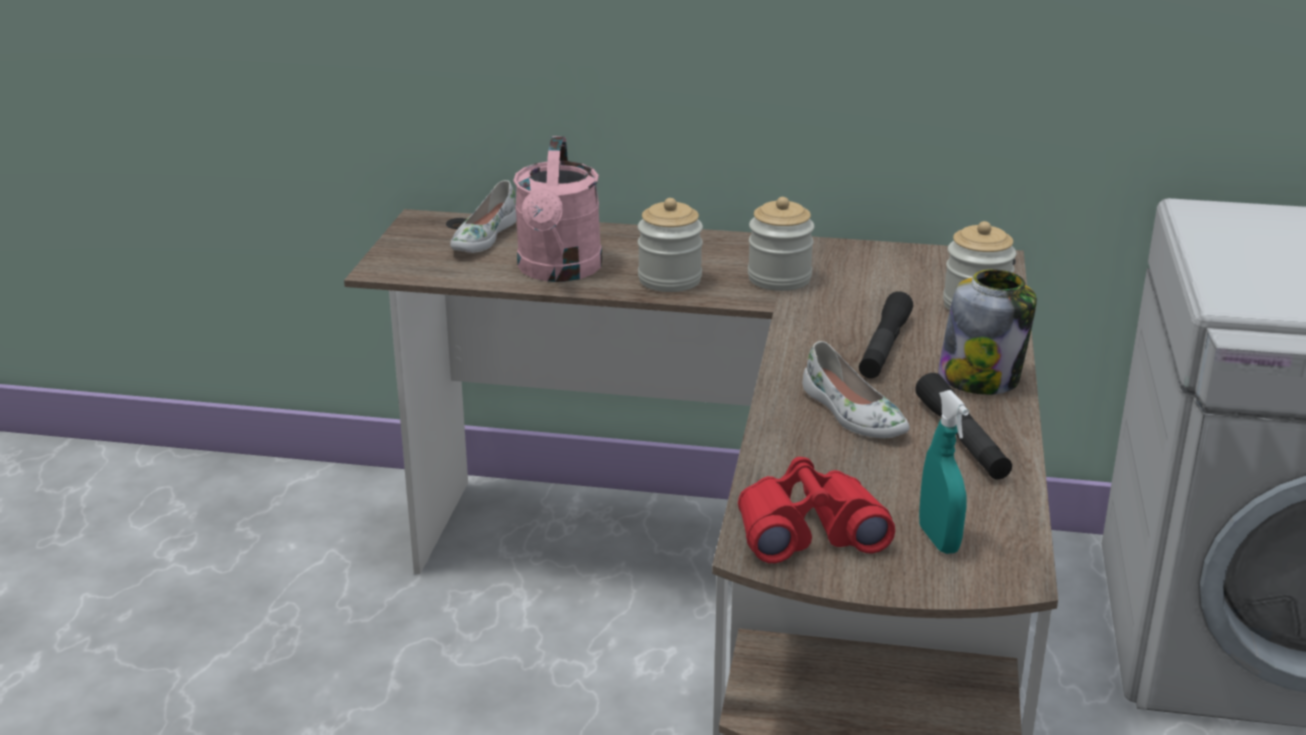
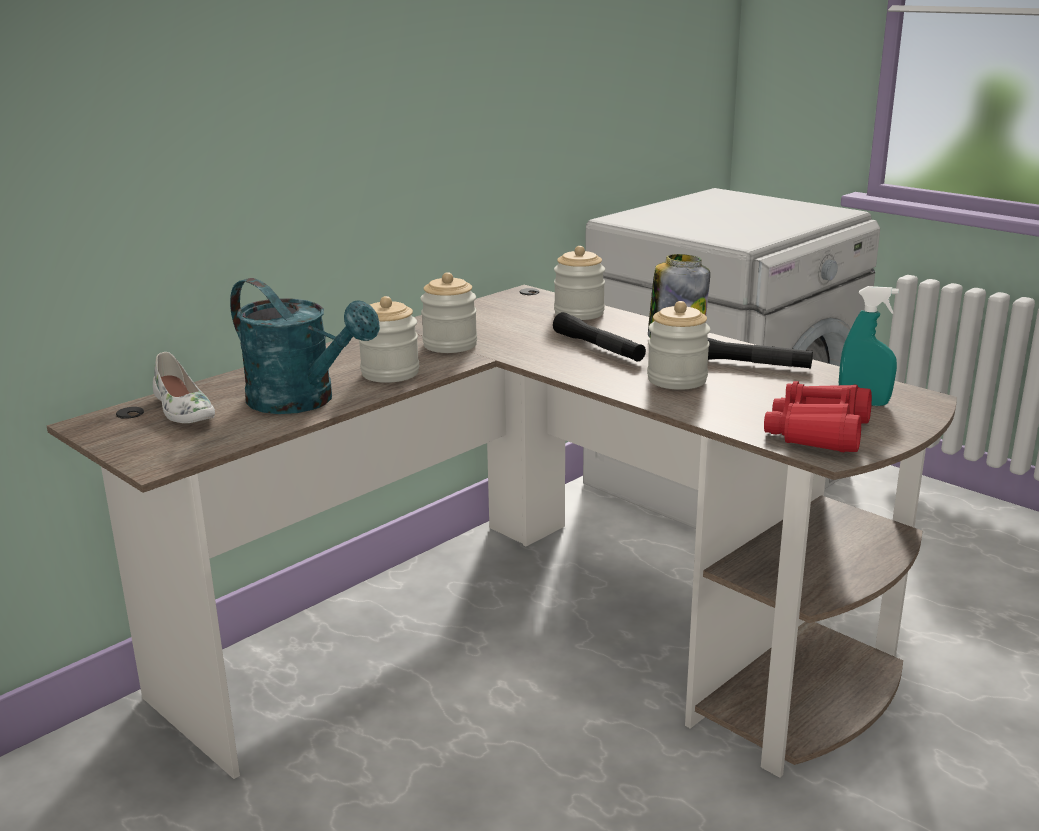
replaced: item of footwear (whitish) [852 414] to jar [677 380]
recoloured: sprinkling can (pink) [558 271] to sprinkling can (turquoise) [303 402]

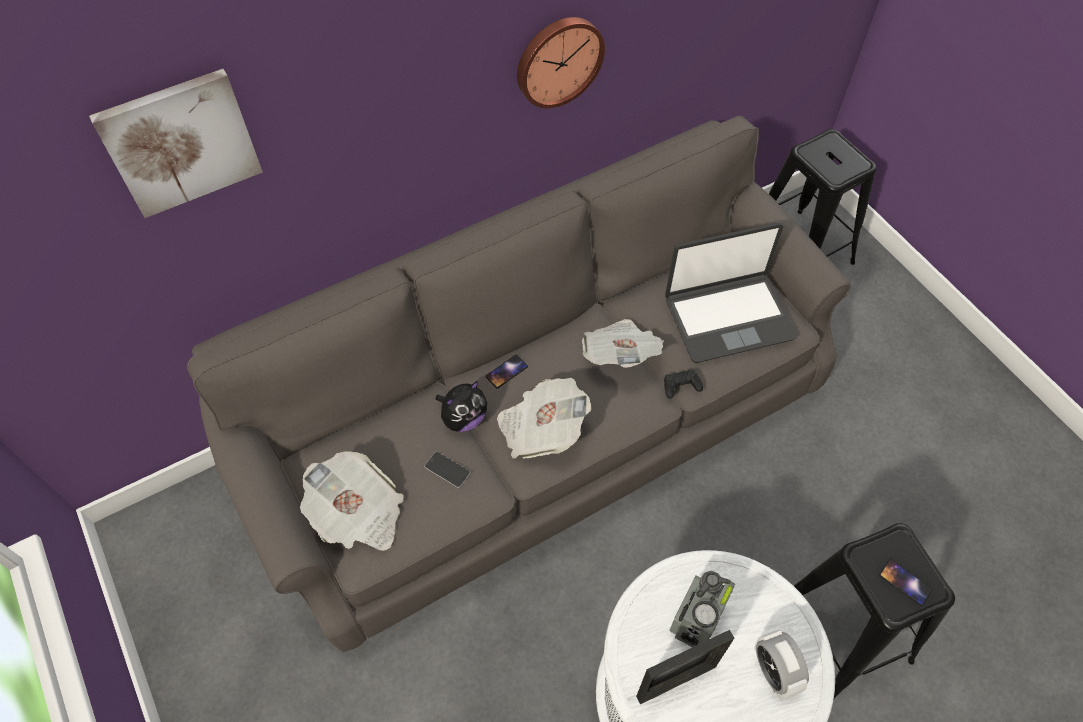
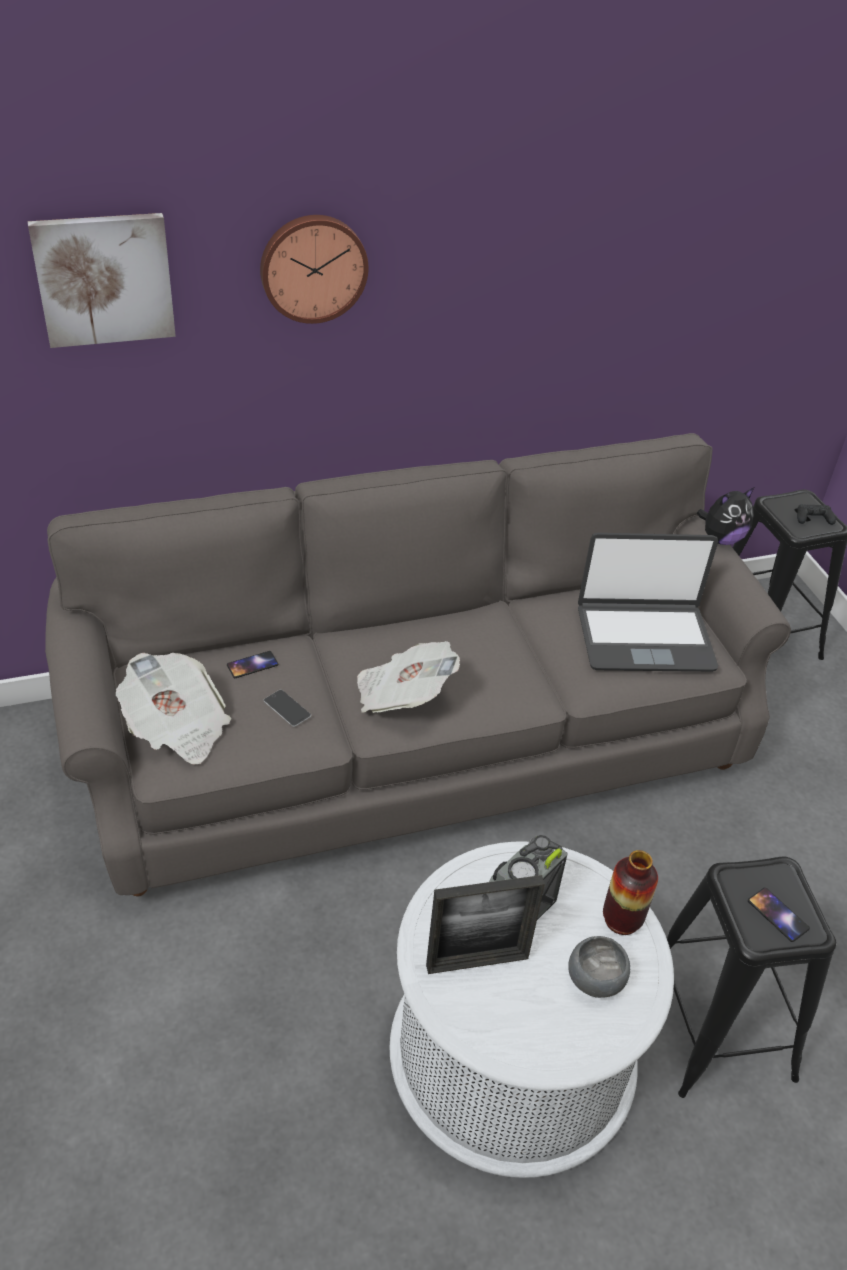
removed: printed paper [620 355]
added: flower vase [621 920]
moved: hanging clock [558 60] to [313 267]; phone [506 371] to [252 665]; joypad (black) [681 386] to [813 518]; cuddly toy [464 418] to [721 539]
replaced: bedside clock [773 672] to deep dish (gray) [596 981]

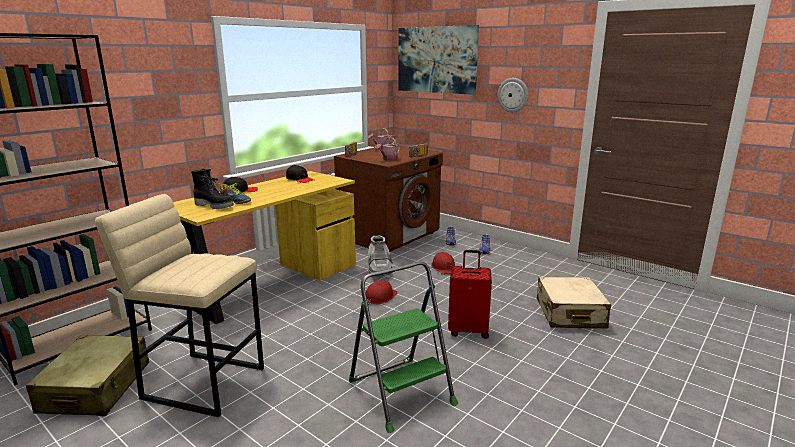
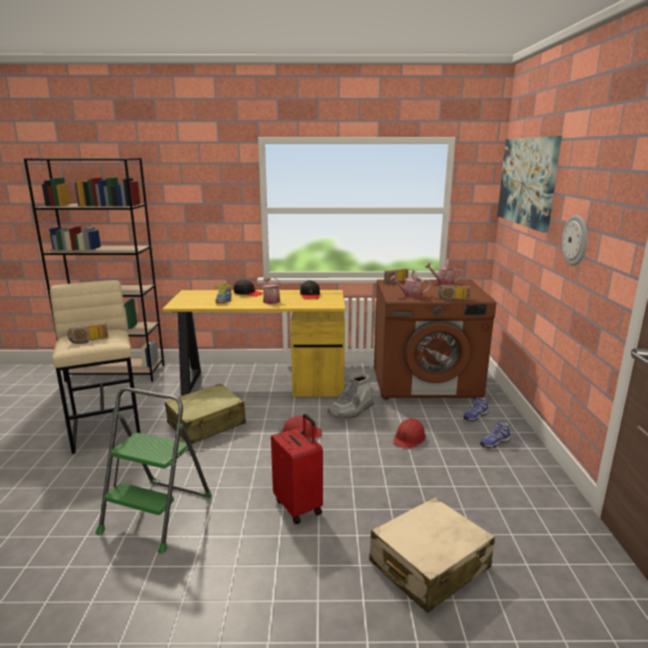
removed: high-top boot (black) [215 206]
added: sprinkling can [271 300]; radio set [89 341]
moved: piece of luggage (sand-coloured) [96 387] to [207 424]

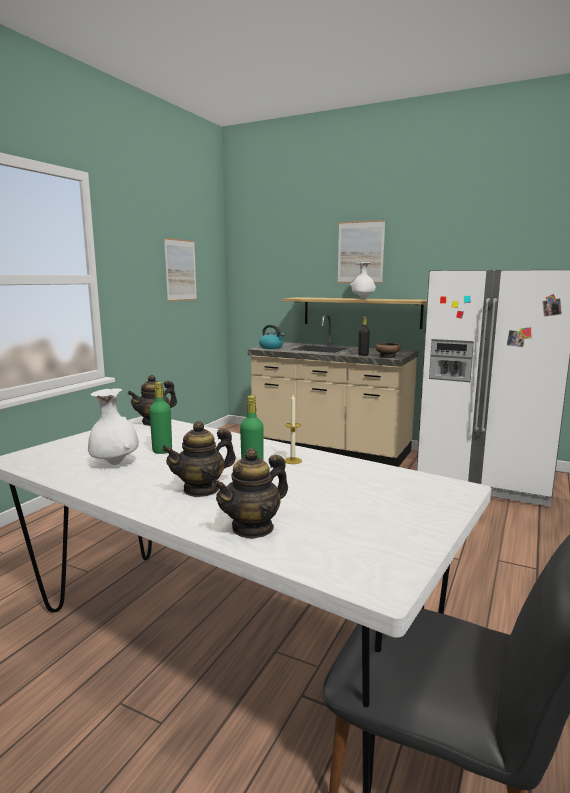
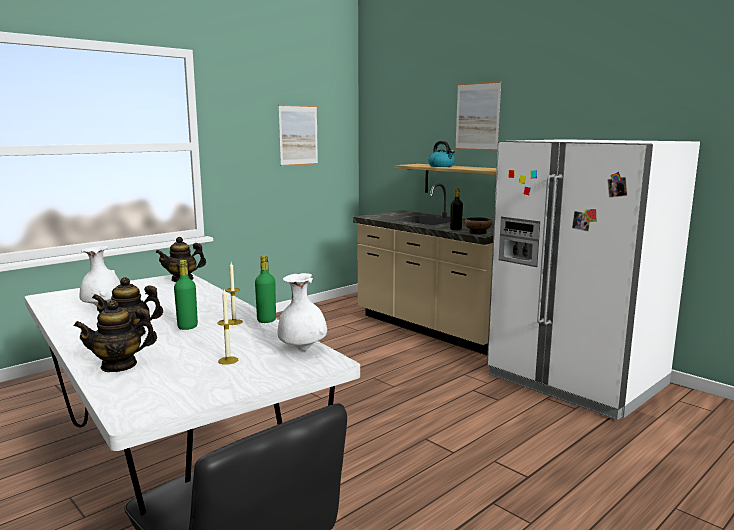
added: wax light [228 360]
moved: flower vase (whitish) [363 298] to [302 350]; tea kettle [271 347] to [441 166]; beverage bottle (greenish) [162 451] to [266 320]

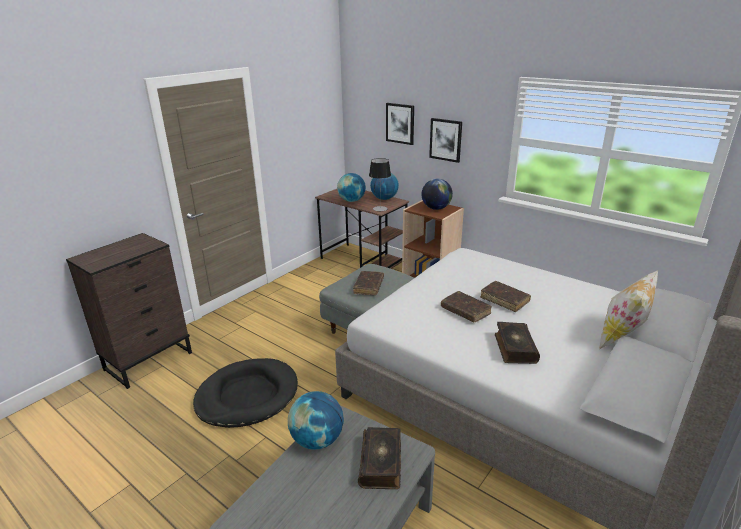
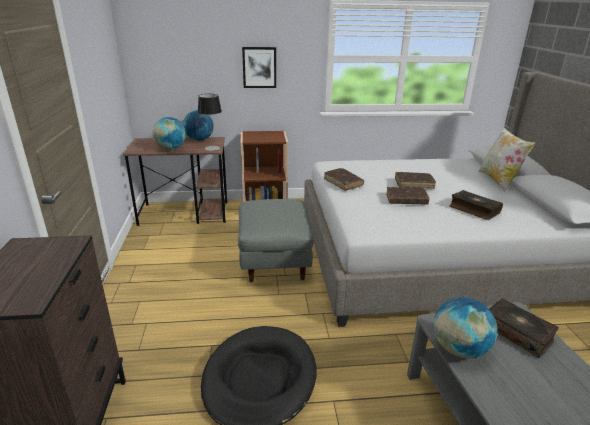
removed: wall picture [400 123]; globe [436 208]
moved: volume (brownish) [368 287] to [343 183]

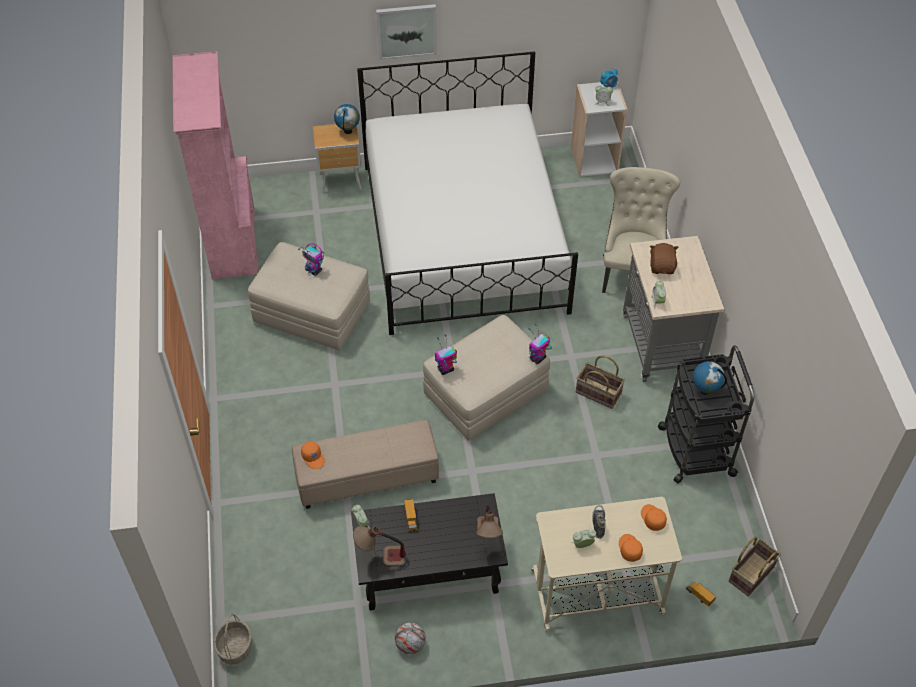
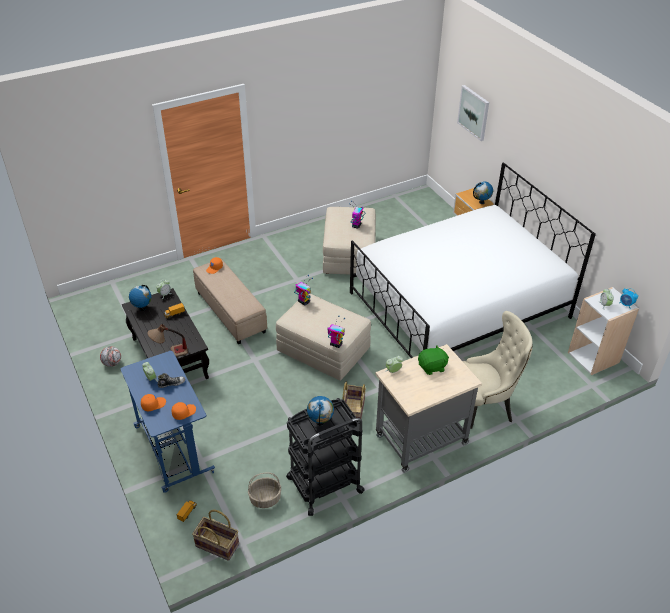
removed: bookshelf (pink) [232 242]
moved: wall picture [406 31] to [474 112]; storage basket [235 648] to [265 499]
replaced: tabletop lamp [381 557] to globe [142 308]
recoloured: cuddly toy (brownish) [662 267] to cuddly toy (greenish) [432 367]; desk table (sand-coloured) [597 593] to desk table (blue) [173 449]

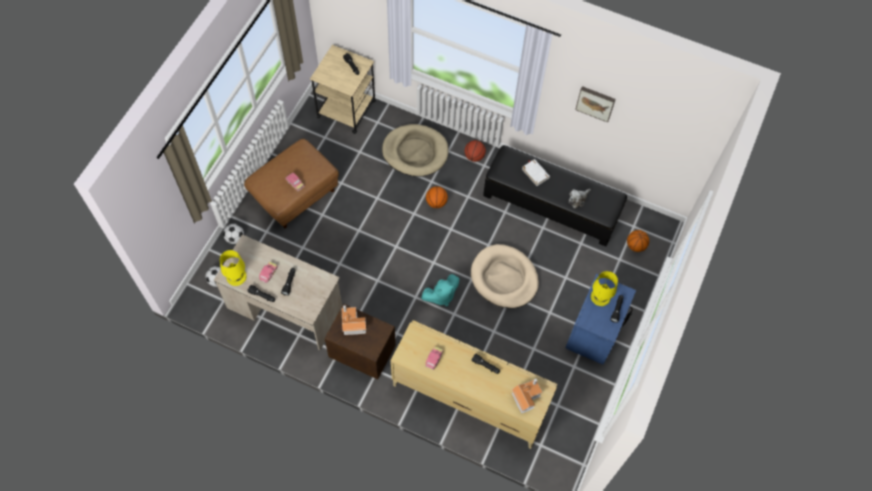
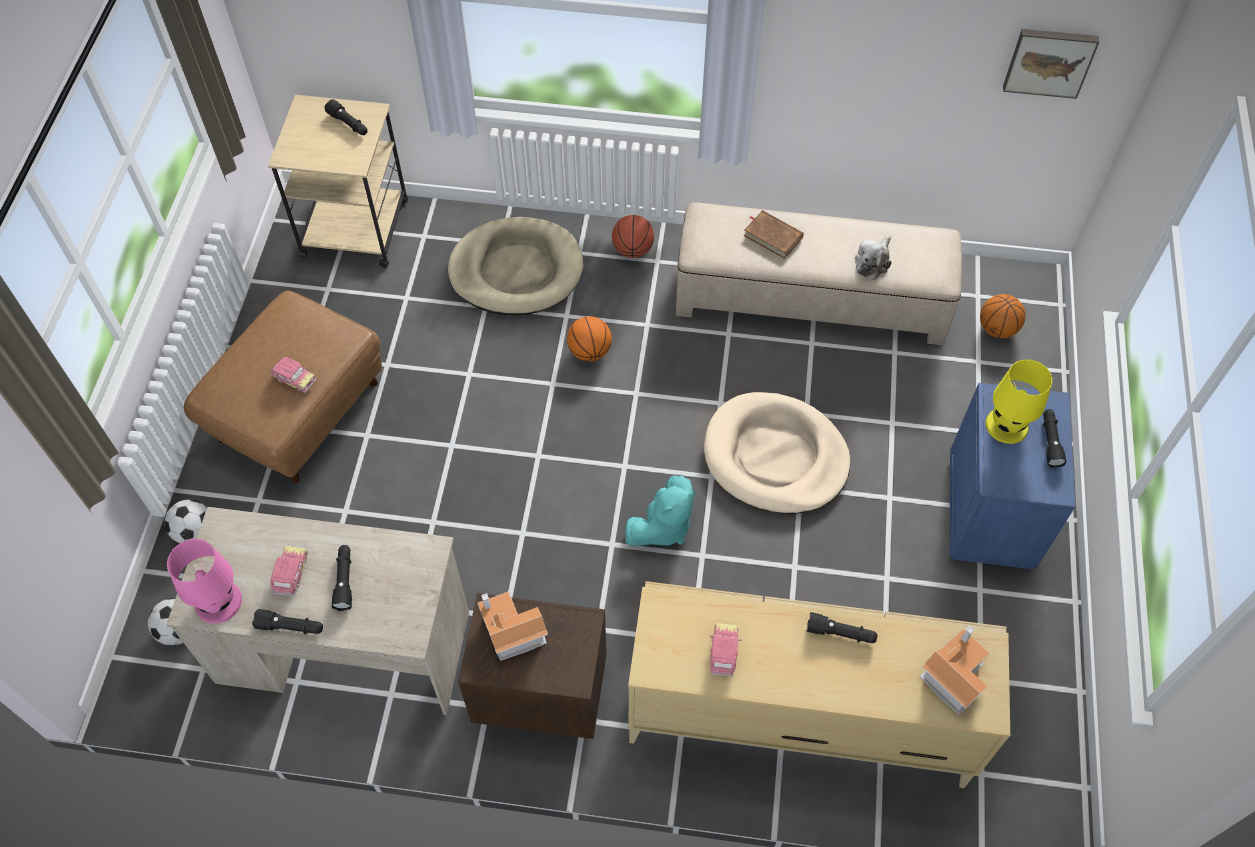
moved: wall picture [595 102] to [1049 61]
recoloured: bench (black) [552 204] to bench (sand-coloured) [812 297]; volume (whitish) [535 173] to volume (brownish) [773 236]; tabletop lamp (yellow-coloured) [236 276] to tabletop lamp (pink) [219 601]

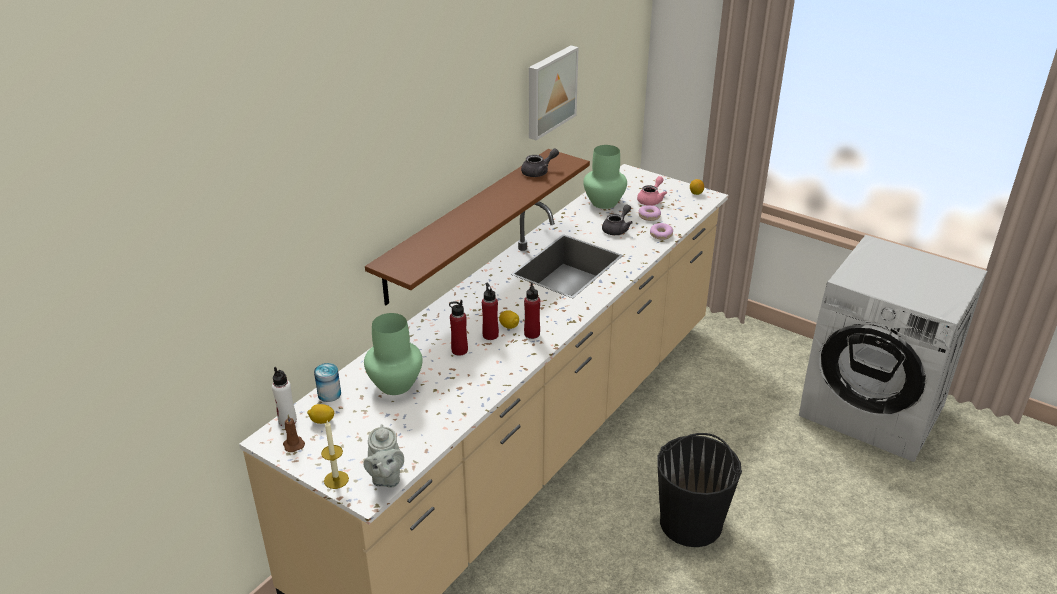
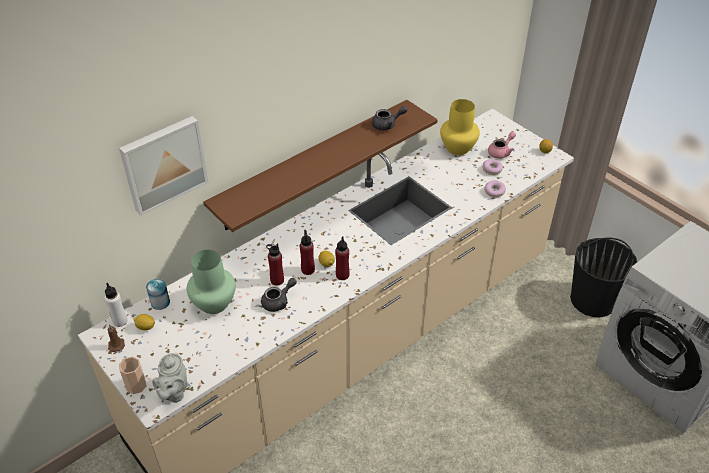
moved: wall picture [549 91] to [163 163]; pot for tea (gray) [617 229] to [278 301]; bucket (black) [691 522] to [593 299]
replaced: wax light [336 480] to drinking cup [136 385]
recoloured: flower vase (greenish) [605 202] to flower vase (yellow-coloured) [458 148]

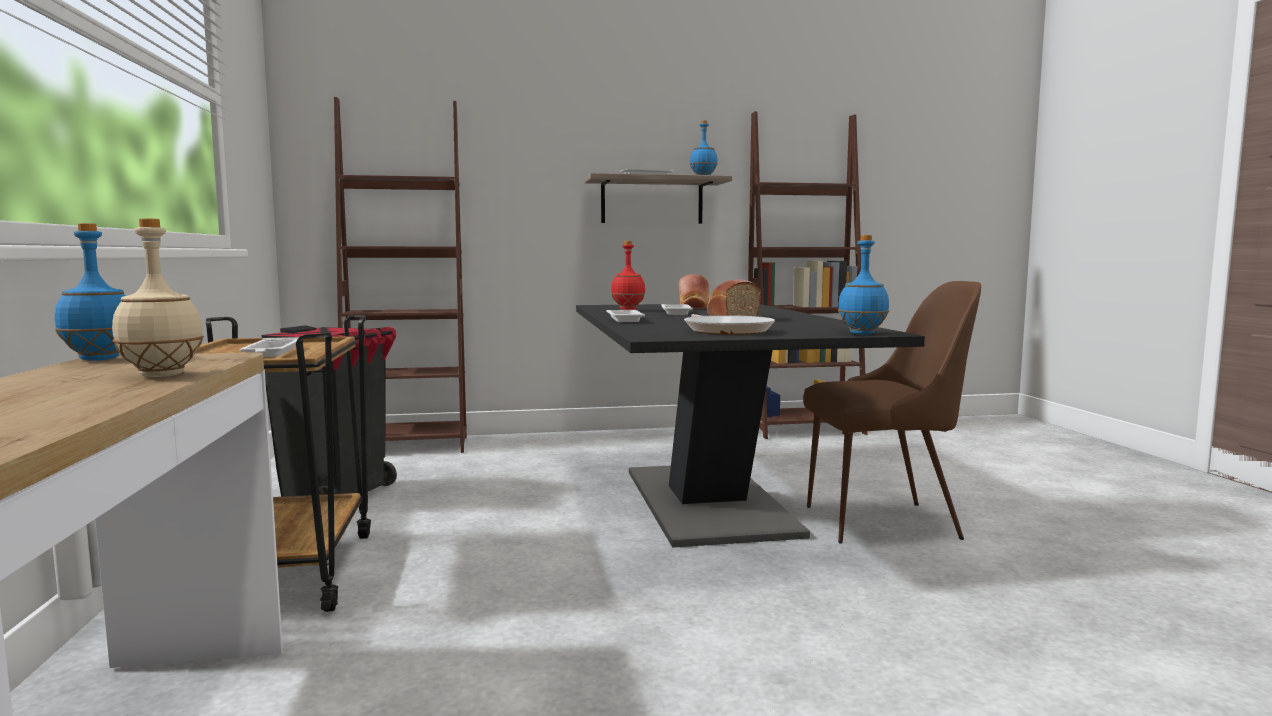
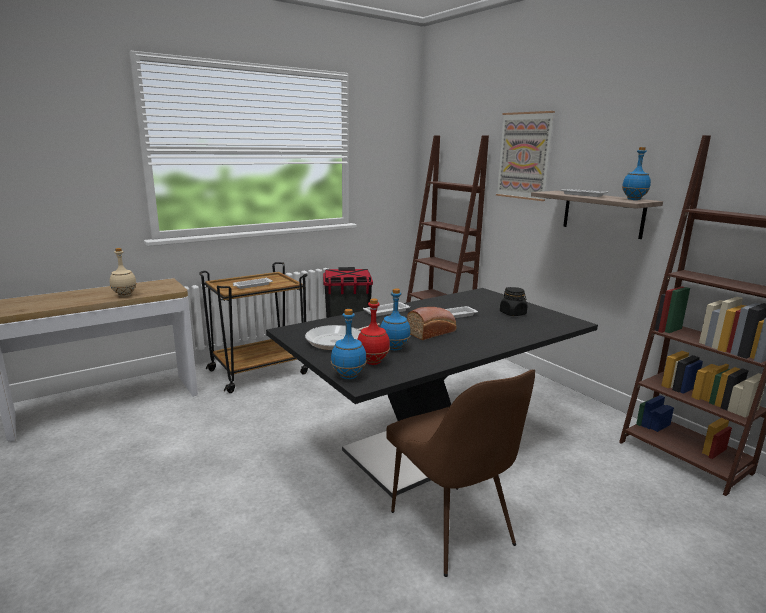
added: wall picture [524 156]
moved: beverage bottle (blue) [99 359] to [394 348]; beverage bottle (red) [628 309] to [372 362]
replaced: bakery bread [693 307] to jar (black) [513 313]

